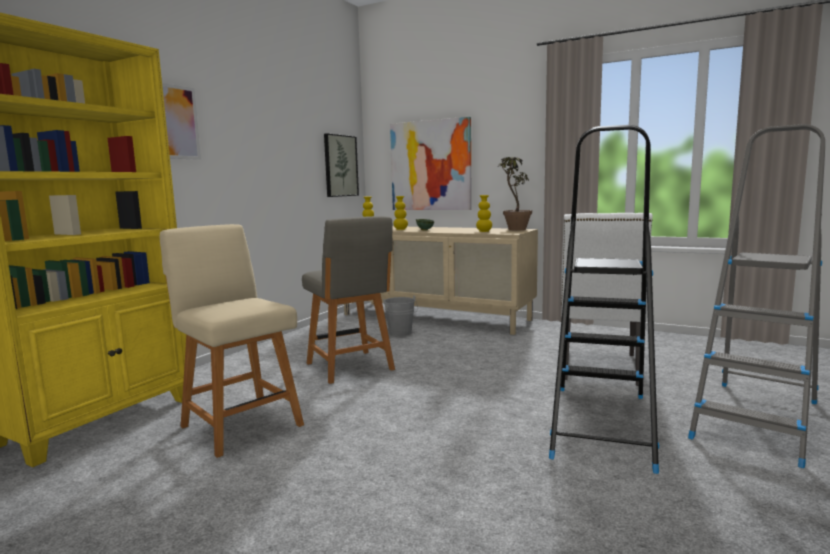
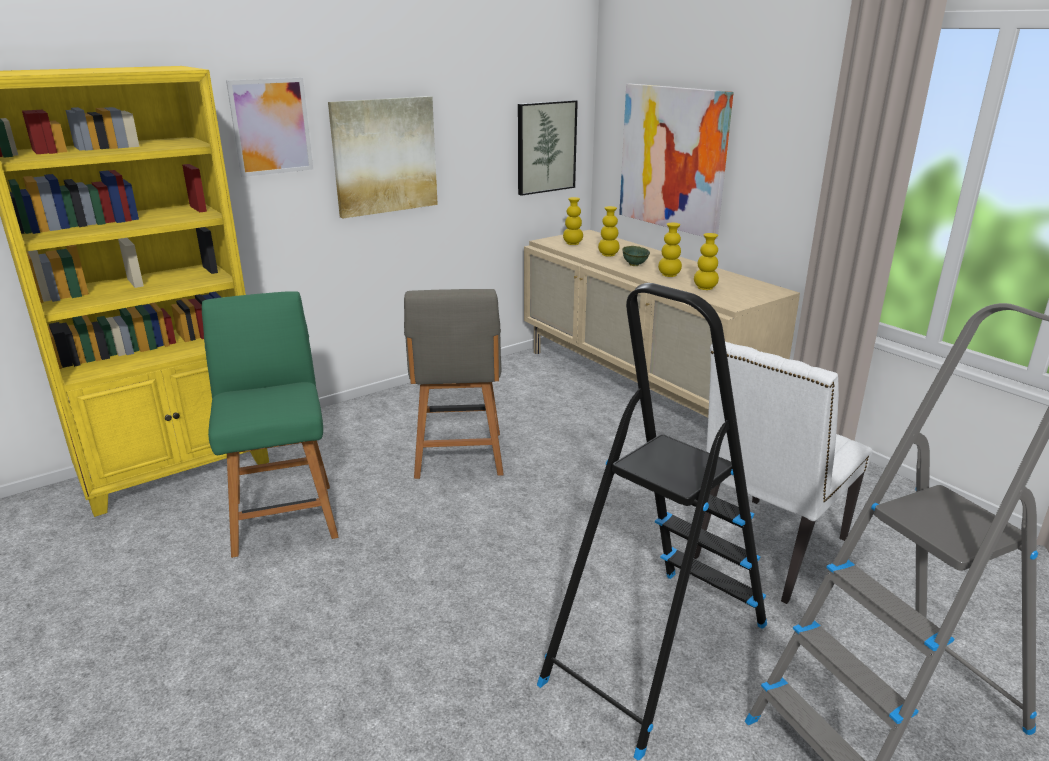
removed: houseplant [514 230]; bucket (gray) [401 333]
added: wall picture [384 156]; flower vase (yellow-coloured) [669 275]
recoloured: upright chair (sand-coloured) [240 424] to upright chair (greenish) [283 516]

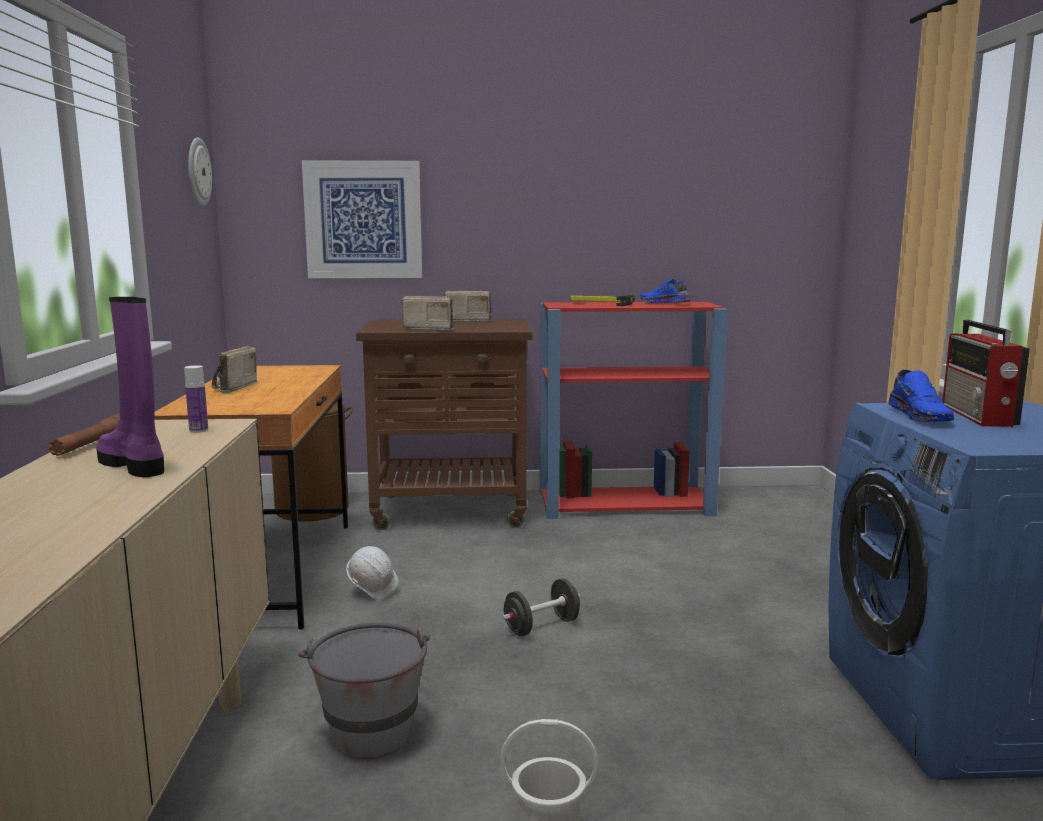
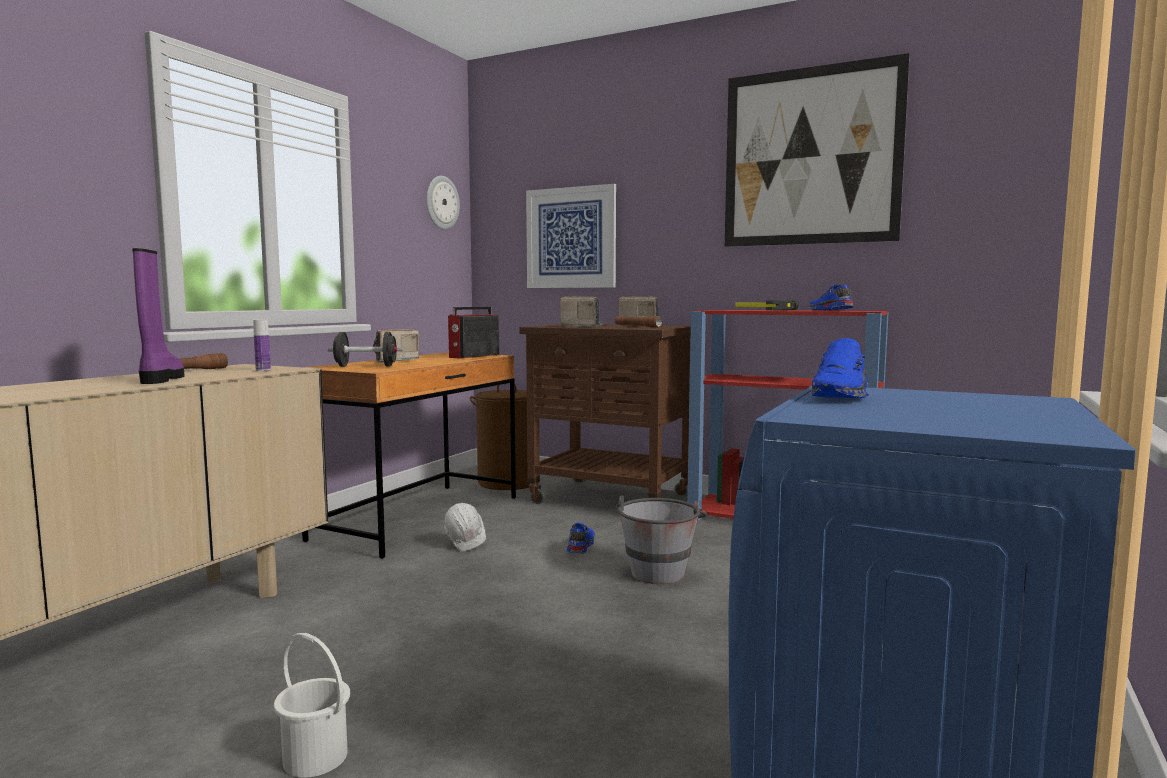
added: wall picture [811 156]; flashlight (brownish) [637 326]; item of footwear (blue) [579 547]
moved: radio set [978 416] to [473 356]; free weight (black) [541 626] to [366 366]; bucket (gray) [369 727] to [659 569]

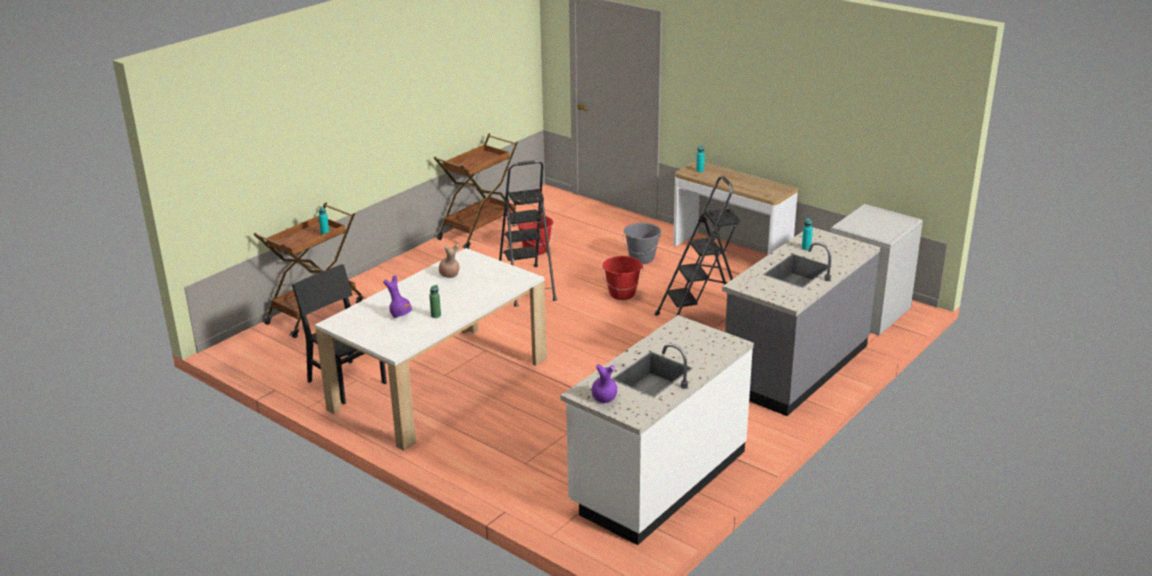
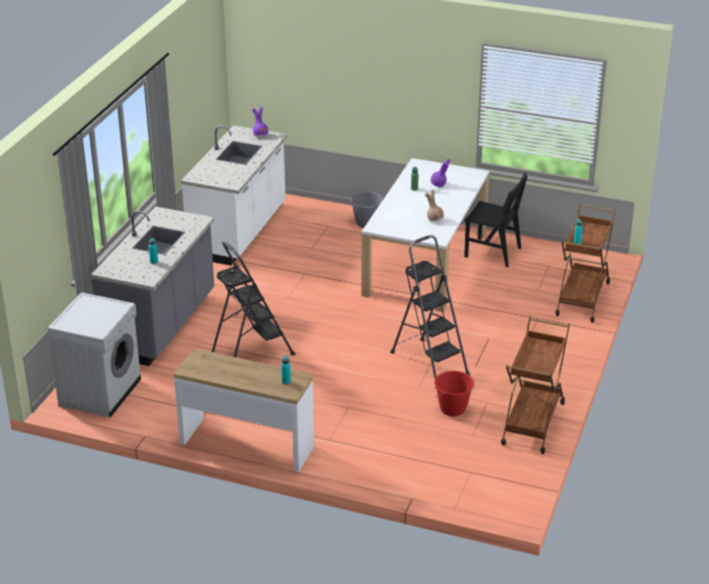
removed: bucket (red) [622 294]
moved: bucket (gray) [642 259] to [366 223]

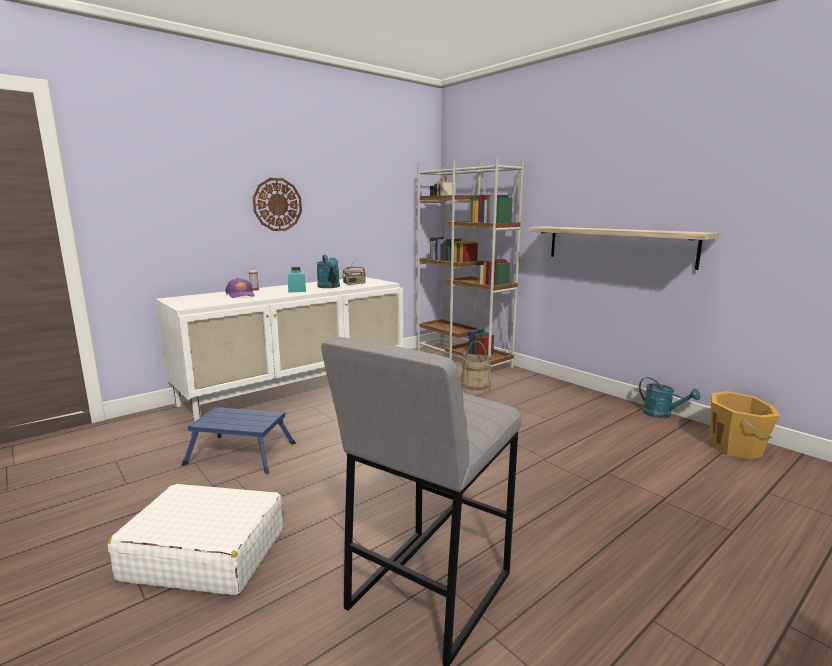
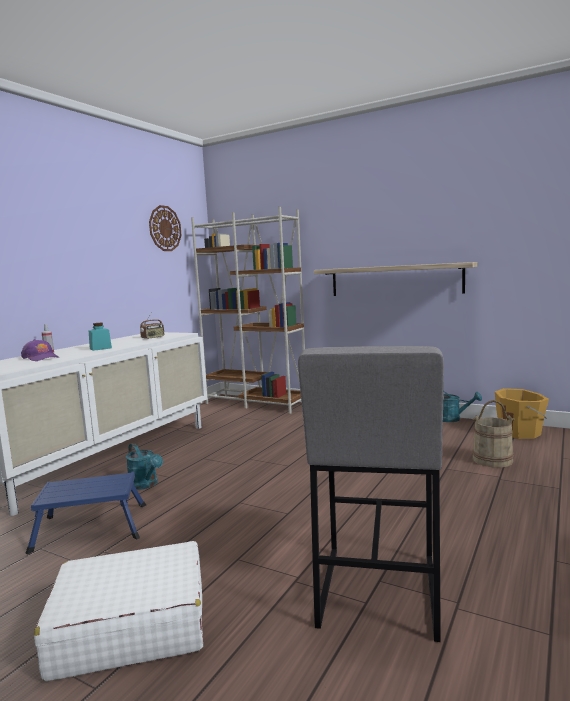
moved: hanging clock [277 204] to [165 228]; sprinkling can (turquoise) [329 287] to [146 485]; bucket (sand-coloured) [475 388] to [492 460]

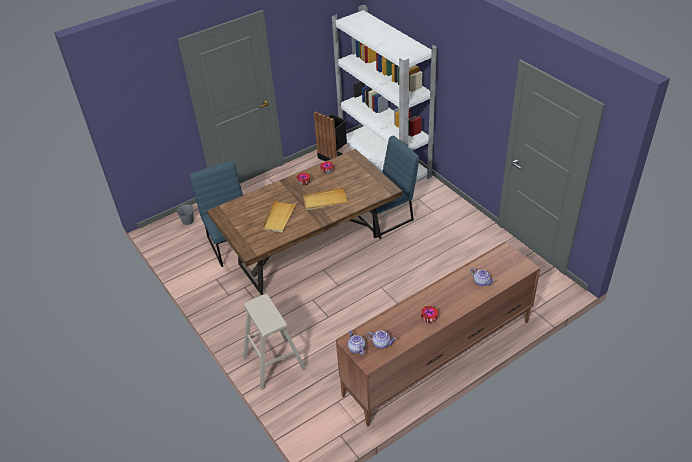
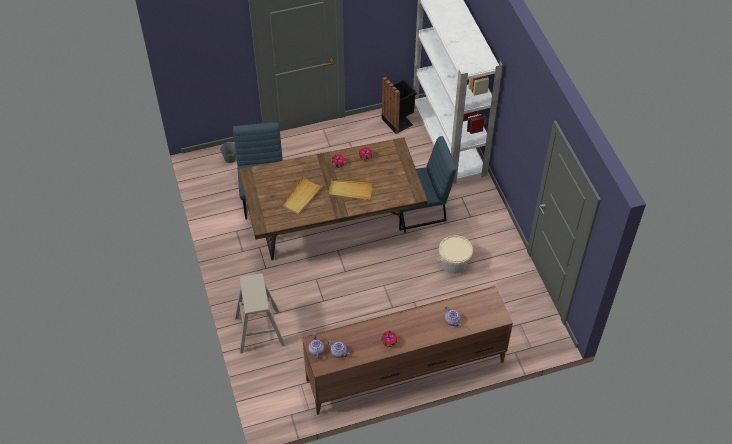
added: bucket (sand-coloured) [454 263]

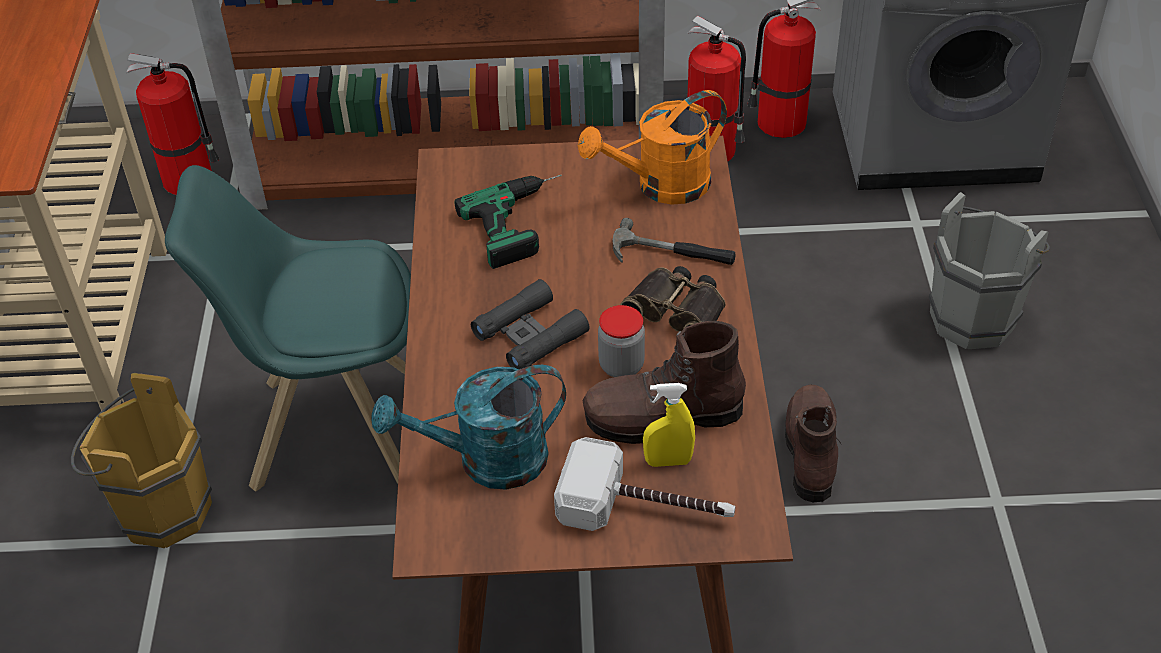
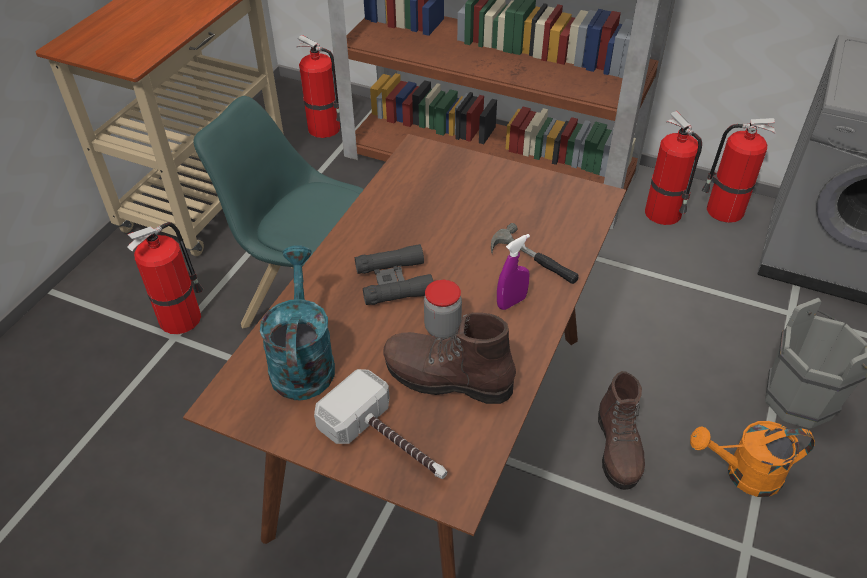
removed: drill [524 222]; hand sprayer (yellow-coloured) [668 461]
moved: sprinkling can (orangey) [661 186] to [743 474]
replaced: binoculars [678 309] to hand sprayer (purplish) [511 302]; bucket (brownish) [157 509] to fire extinguisher [182 317]
turned: sprinkling can (turquoise) [487 461] = [302 360] 75 degrees clockwise; high-top boot (brownish) [810 451] = [618 449] 150 degrees clockwise

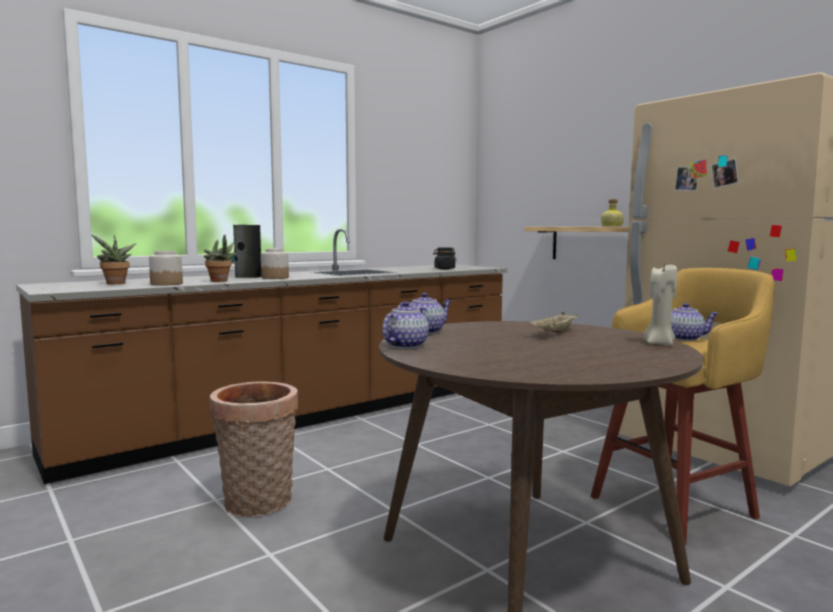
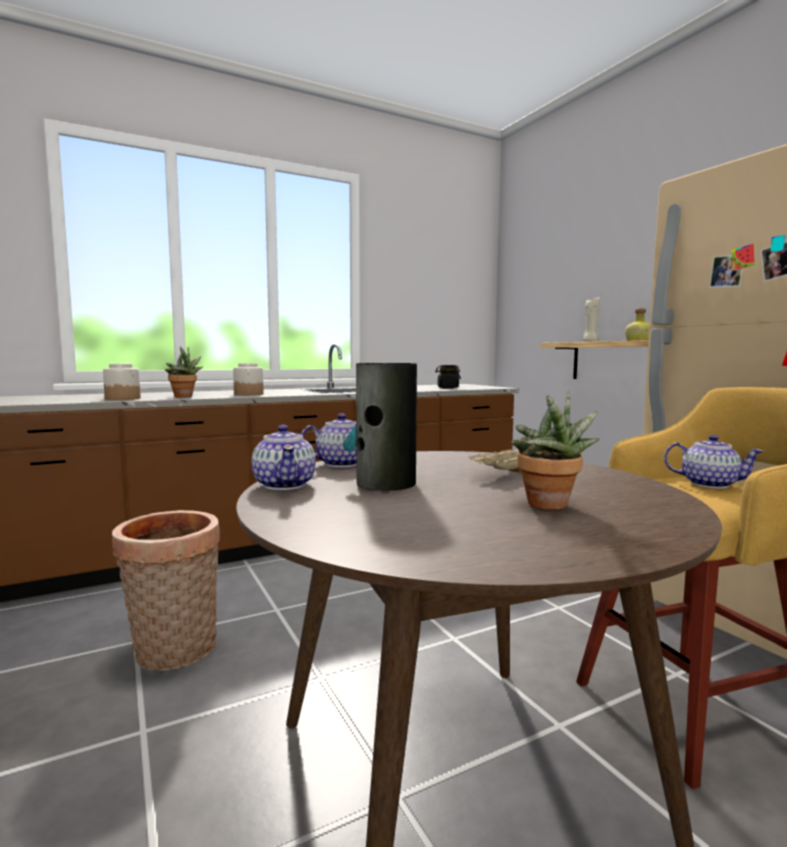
moved: flower vase [248 276] to [385 483]; houseplant [115 284] to [550 506]; wax light (sand-coloured) [658 343] to [590 341]
turned: pot for tea [404 345] = [285 484] 120 degrees clockwise

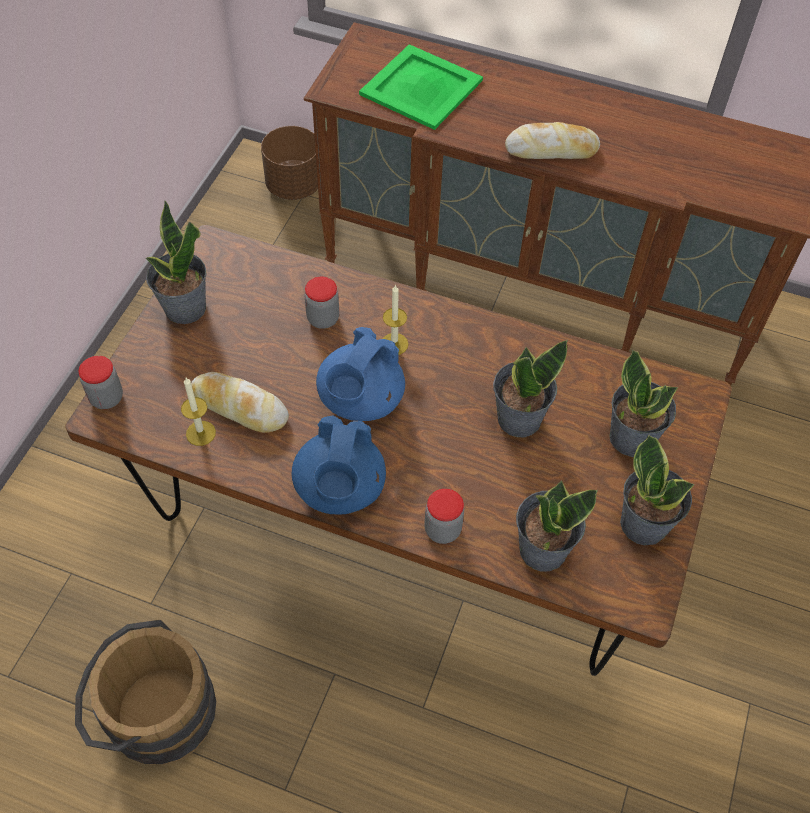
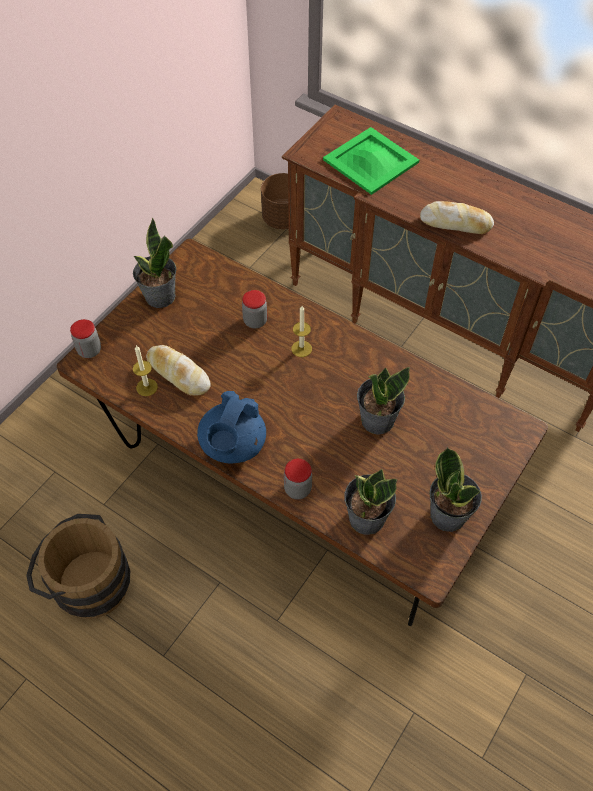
removed: pot for tea (blue) [360 400]; houseplant [632 437]

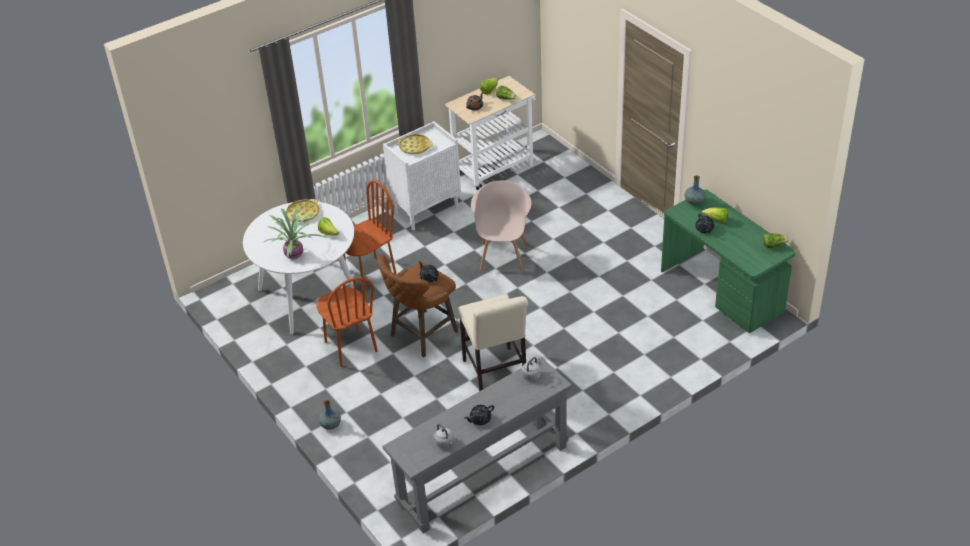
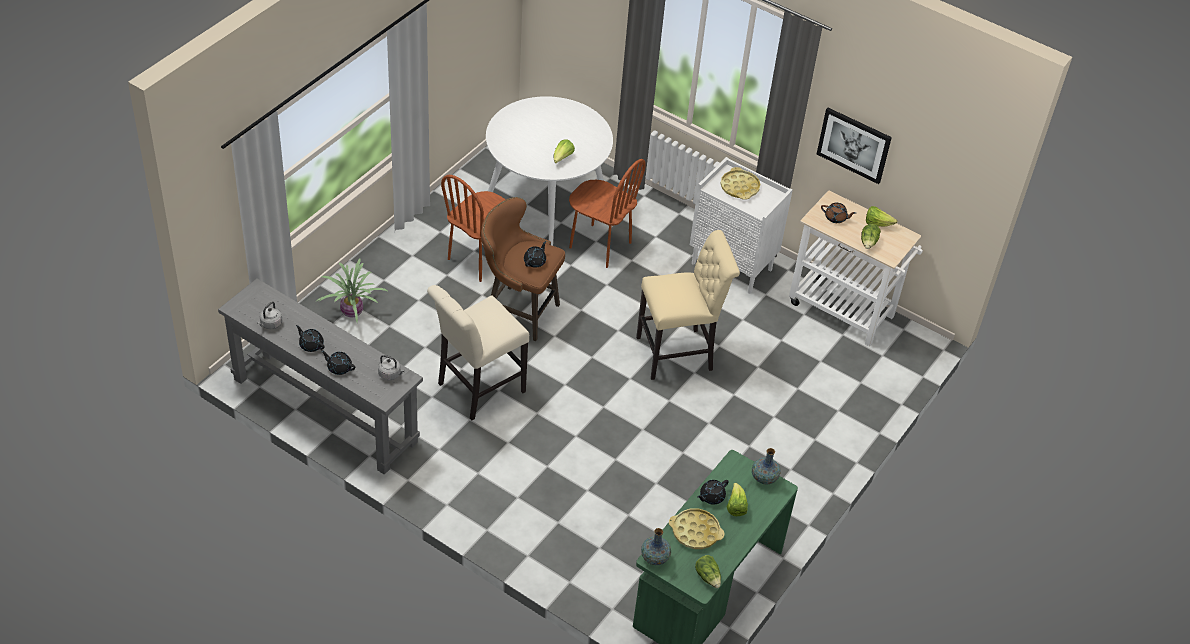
added: wall picture [854 144]; pot for tea (black) [339 367]
moved: serving tray (yellow-coloured) [303 213] to [695 532]; houseplant [295 255] to [351 313]; flower vase [330 425] to [654 558]
replaced: upright chair (sand-coloured) [503 257] to stool (sand-coloured) [679 354]

